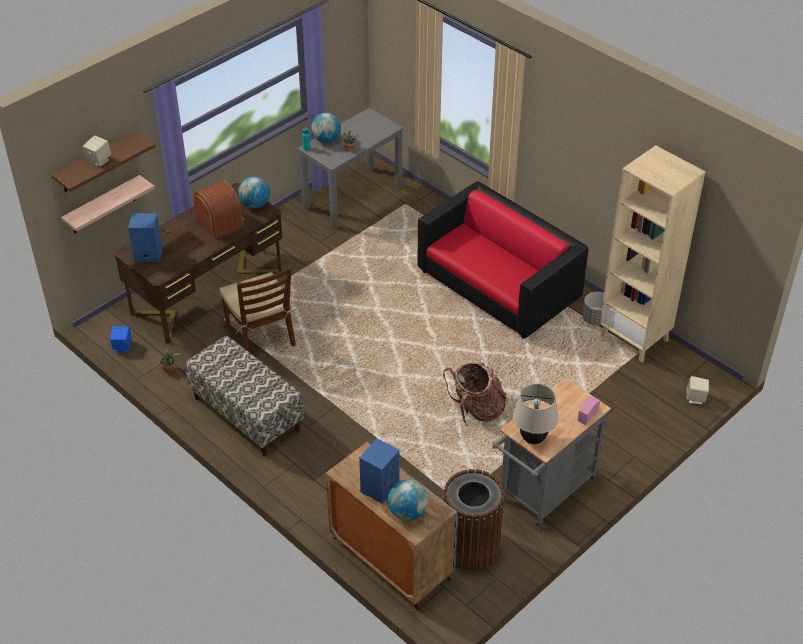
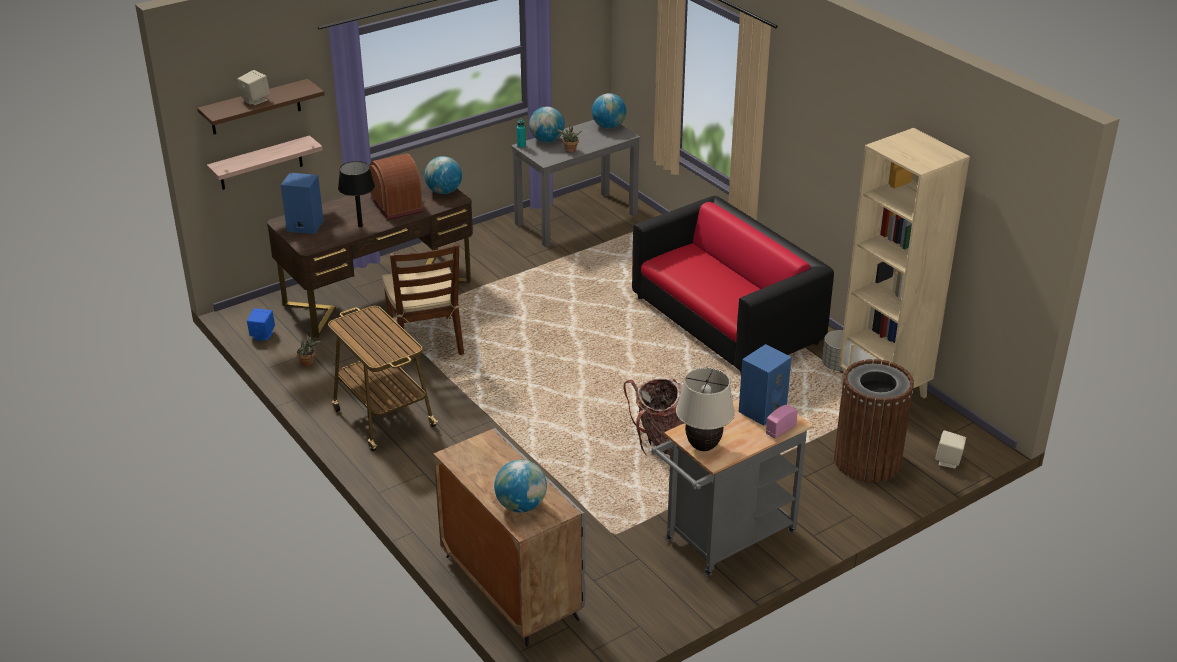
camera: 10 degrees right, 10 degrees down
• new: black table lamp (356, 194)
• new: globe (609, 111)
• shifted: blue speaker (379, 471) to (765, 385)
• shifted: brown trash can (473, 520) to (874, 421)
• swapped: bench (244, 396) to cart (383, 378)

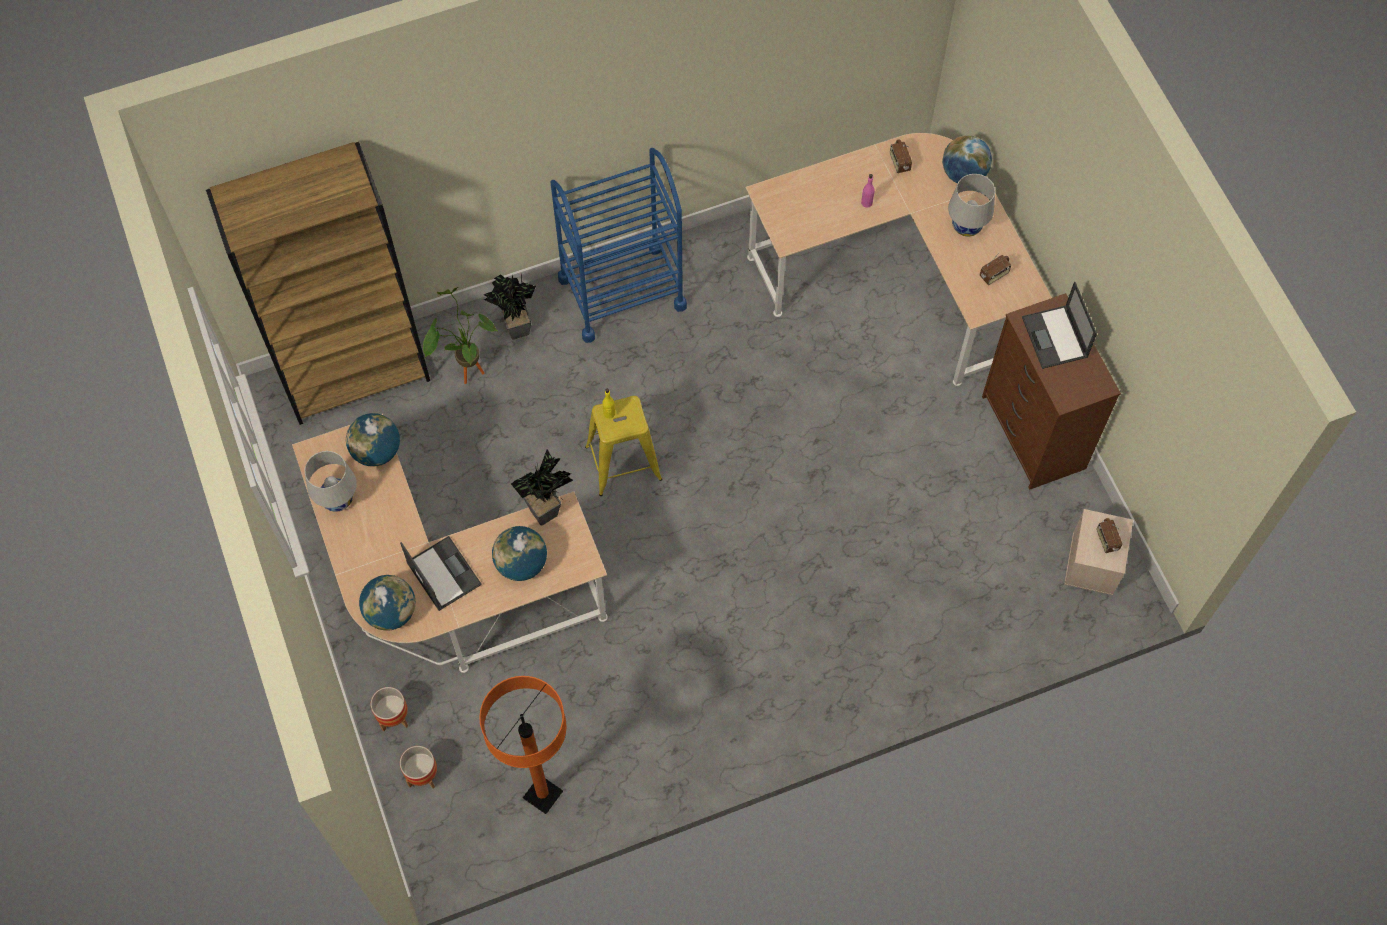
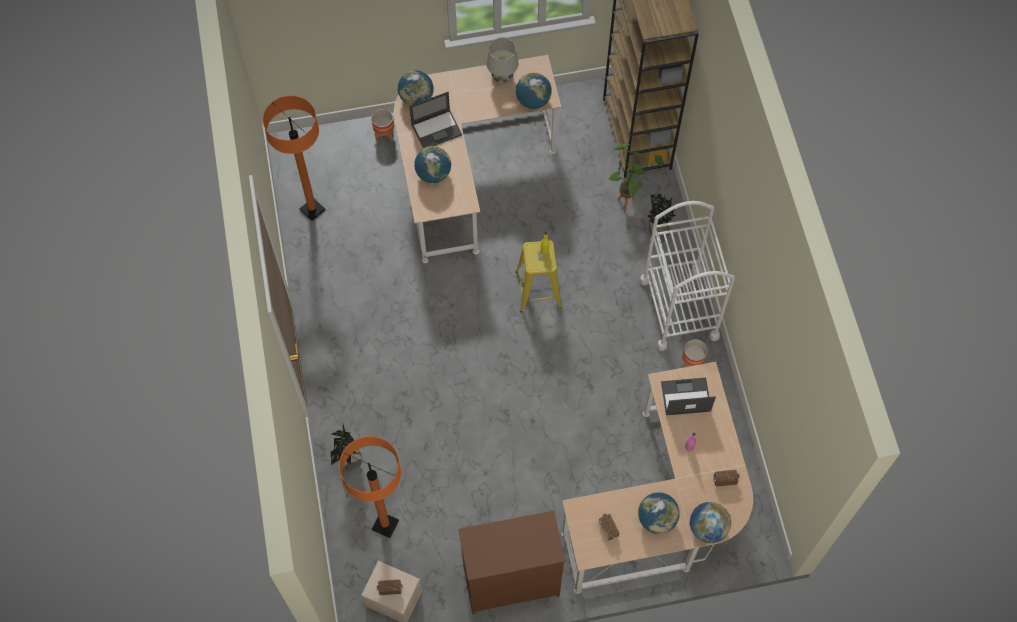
camera: 100 degrees right, 0 degrees up
• new: orange floor lamp (370, 487)
• shifted: planter (418, 767) to (695, 353)
• shifted: potted plant (542, 487) to (347, 447)
• shifted: laptop (1059, 325) to (688, 396)
• swapped: white table lamp (971, 205) to globe (659, 513)
• repainted: blue cart (618, 245) to white cart (687, 276)

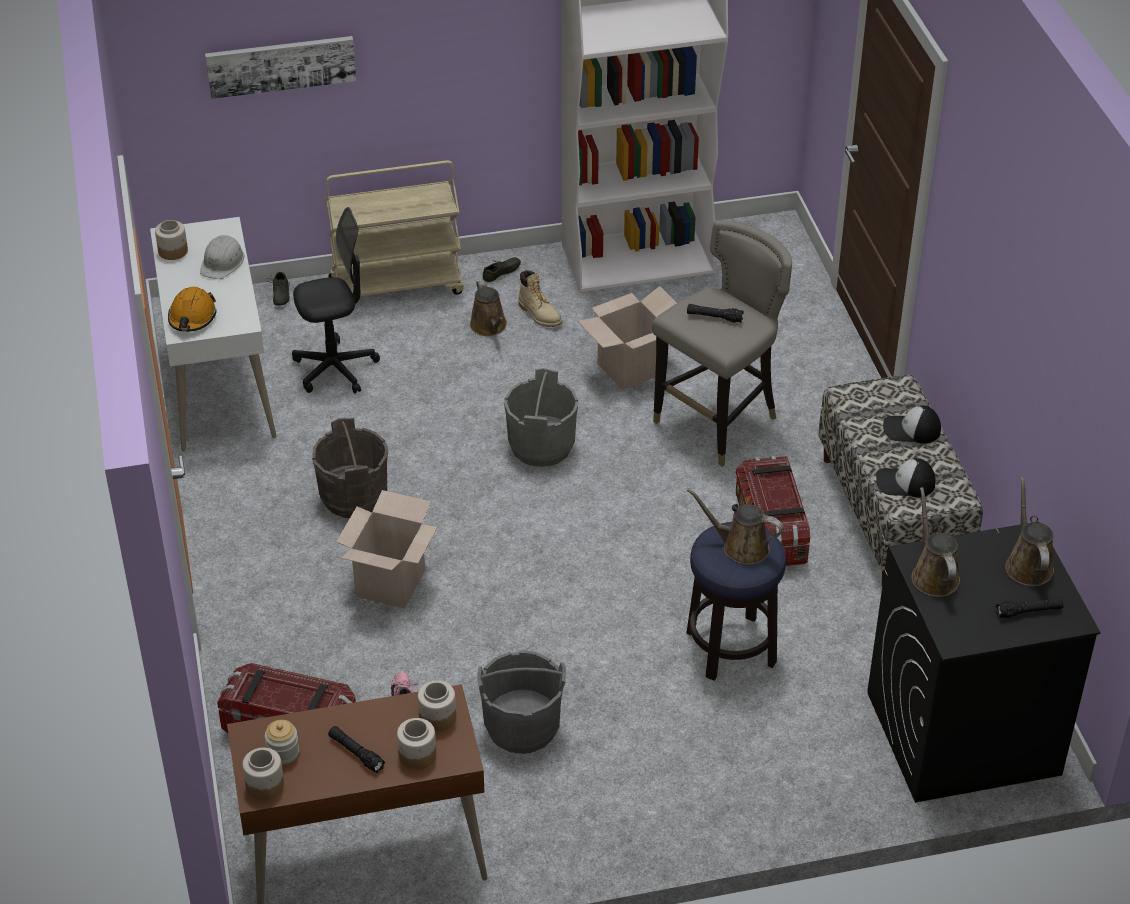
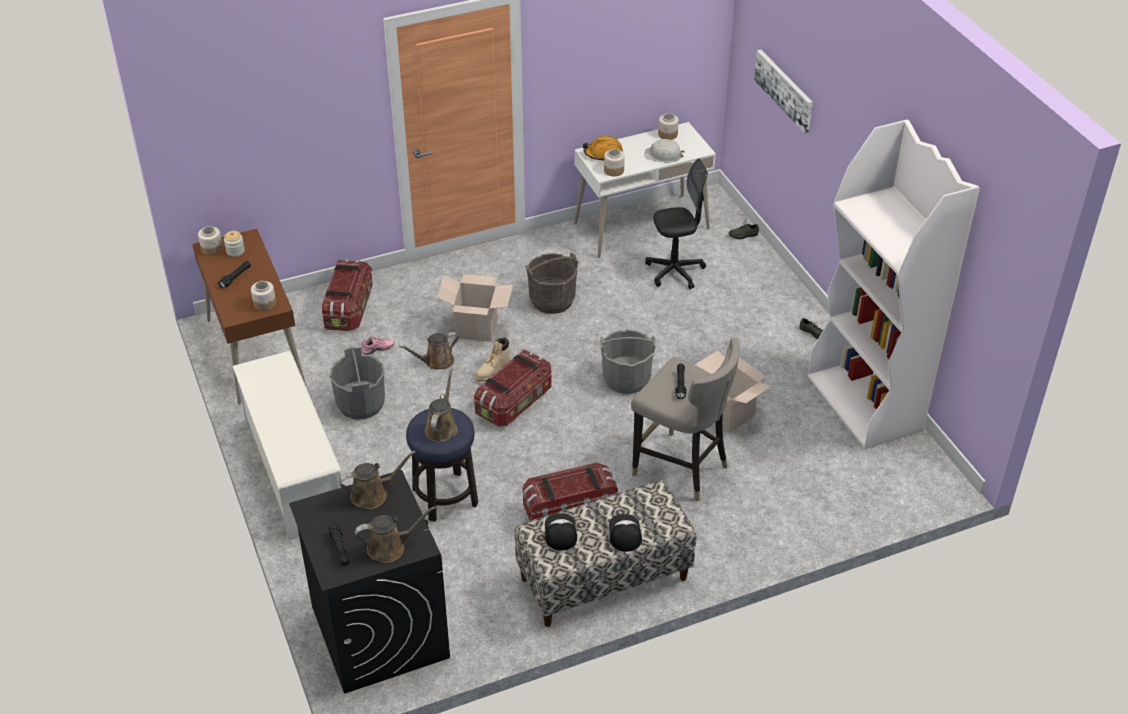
camera: 80 degrees right, 0 degrees up
• gone: beige cart (395, 228)
• new: white shoe rack (287, 445)
• new: storage box (512, 388)
• shifted: jar (416, 744) to (614, 163)
• shifted: brown watering can (488, 308) to (429, 351)
• shifted: beige boot (540, 298) to (492, 359)
• rotated: black office chair (336, 300) = (676, 223) 75 degrees counterclockwise

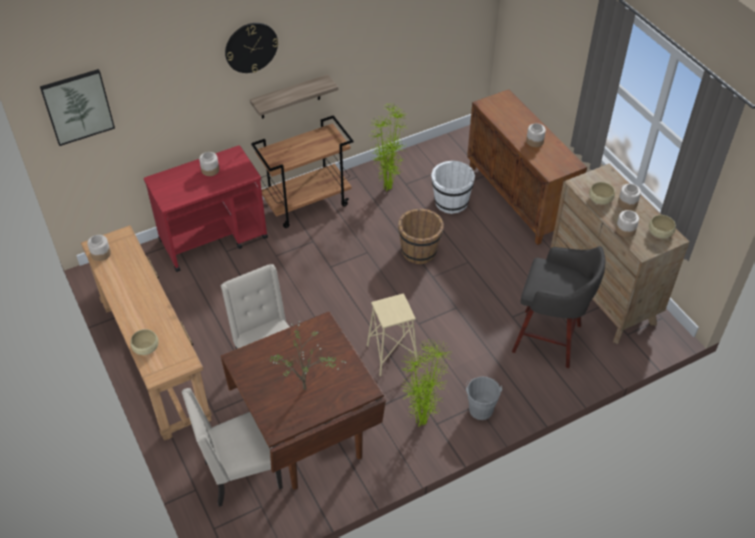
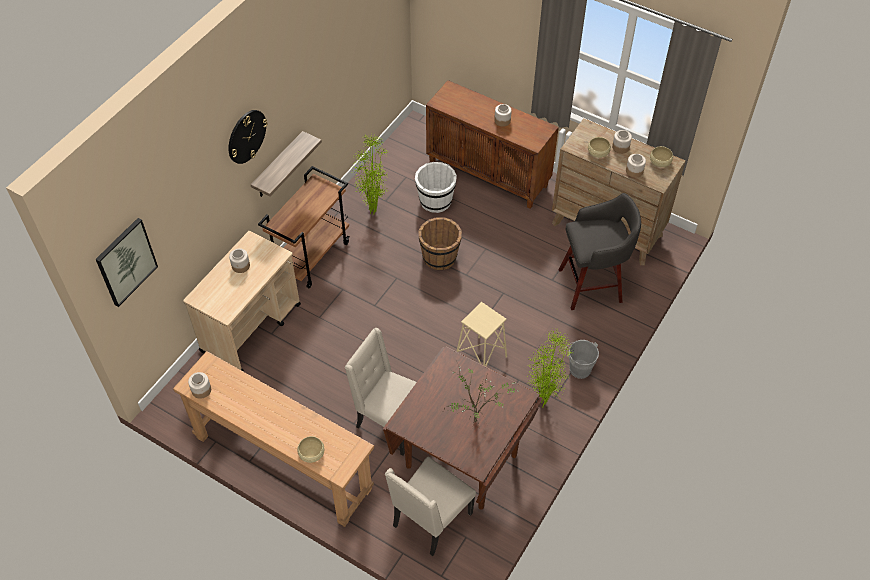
camera: 30 degrees left, 5 degrees up
• repainted: red cart (206, 208) to beige cart (242, 301)

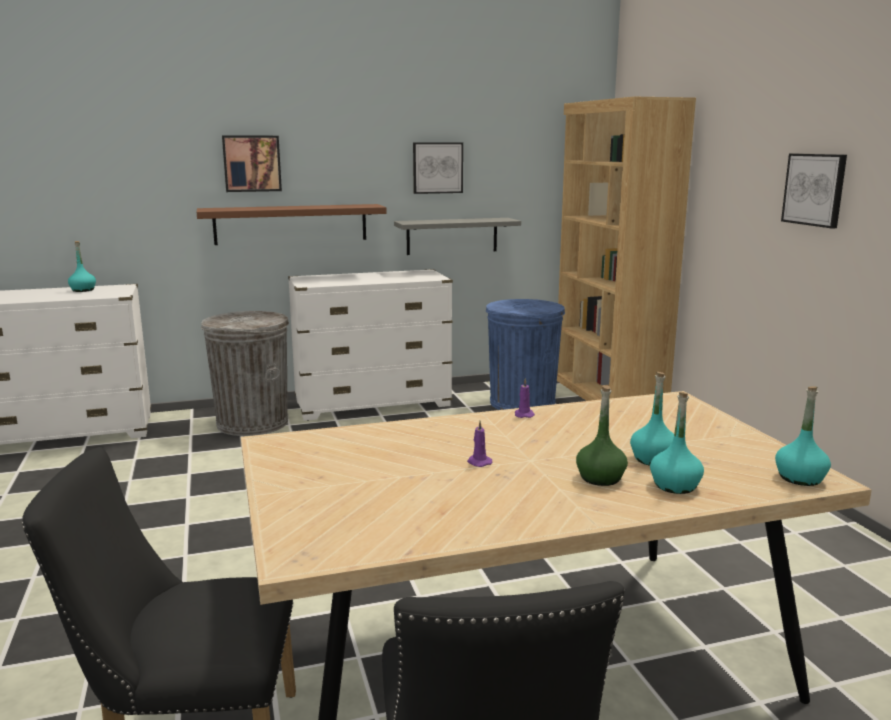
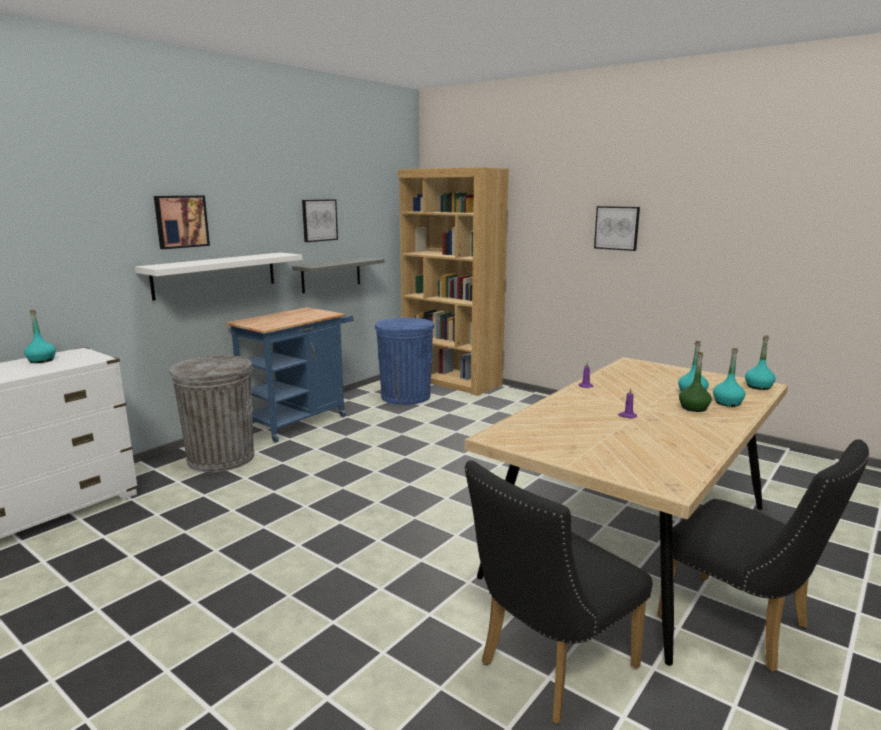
camera: 35 degrees left, 0 degrees up
• swapped: white dresser (370, 345) to blue cart (290, 375)
• repainted: brown shelf (292, 224) to white shelf (218, 276)

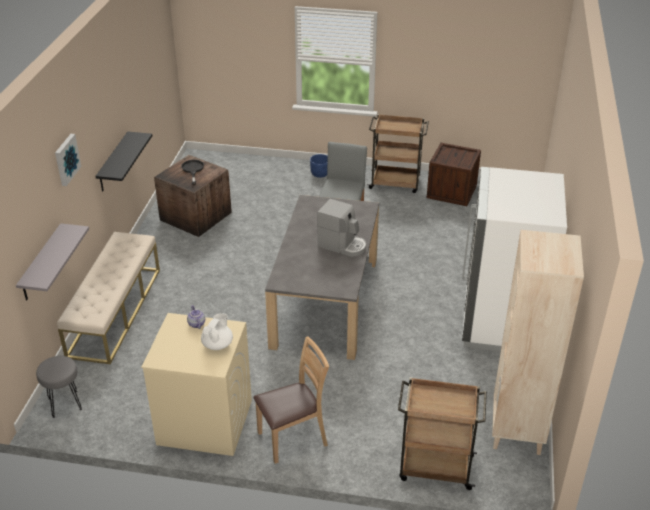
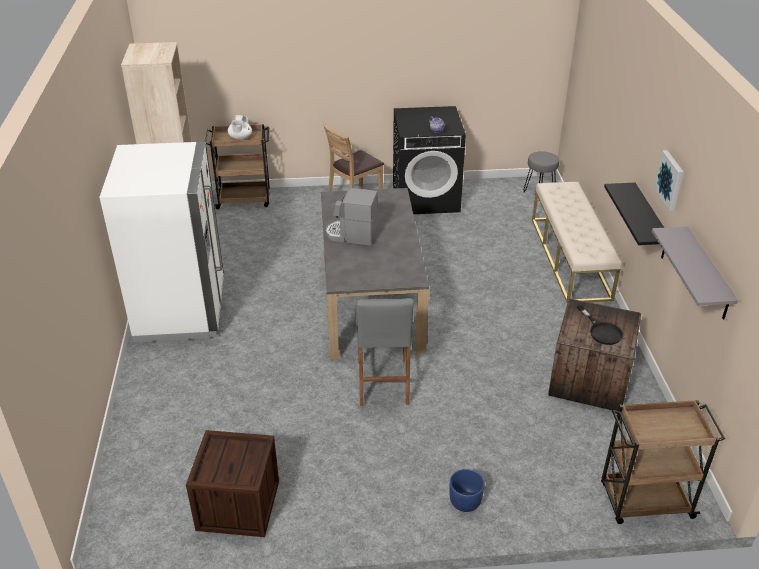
camera: 165 degrees right, 0 degrees up
• shifted: grey shelf (52, 261) to (695, 273)
• shifted: picture (68, 160) to (669, 180)
• shifted: white teapot (217, 331) to (240, 127)
• shifted: brown cart (398, 153) to (663, 462)
• repainted: beige washing machine (196, 384) to black washing machine (429, 160)

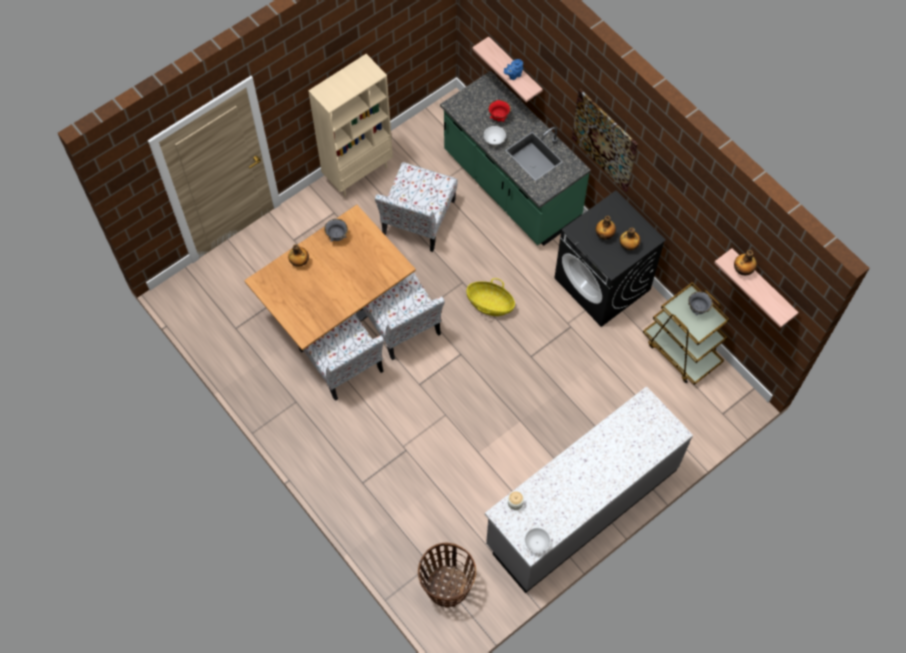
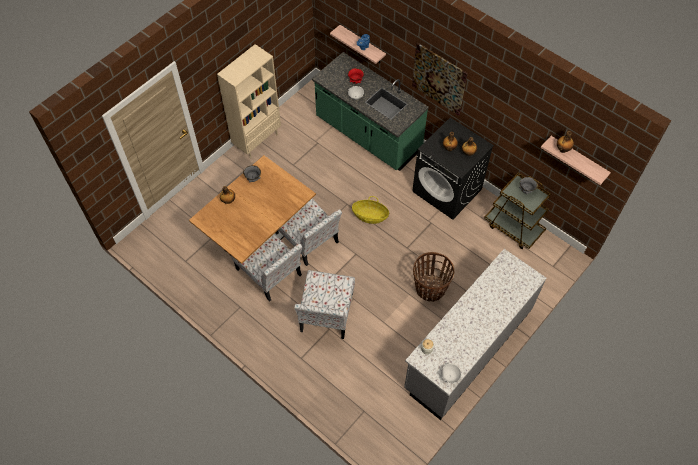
camera: 10 degrees left, 5 degrees down
• shifted: chair (416, 207) to (324, 304)
• shifted: basket (447, 575) to (433, 277)

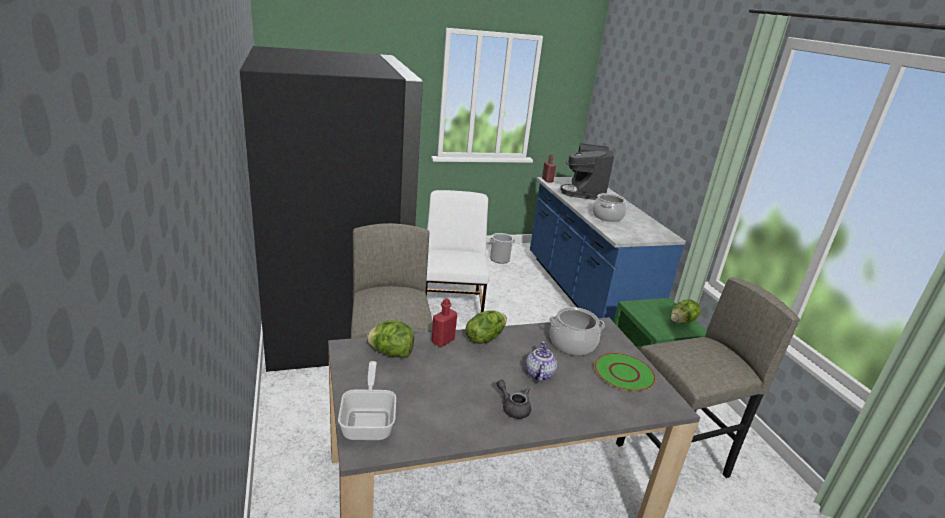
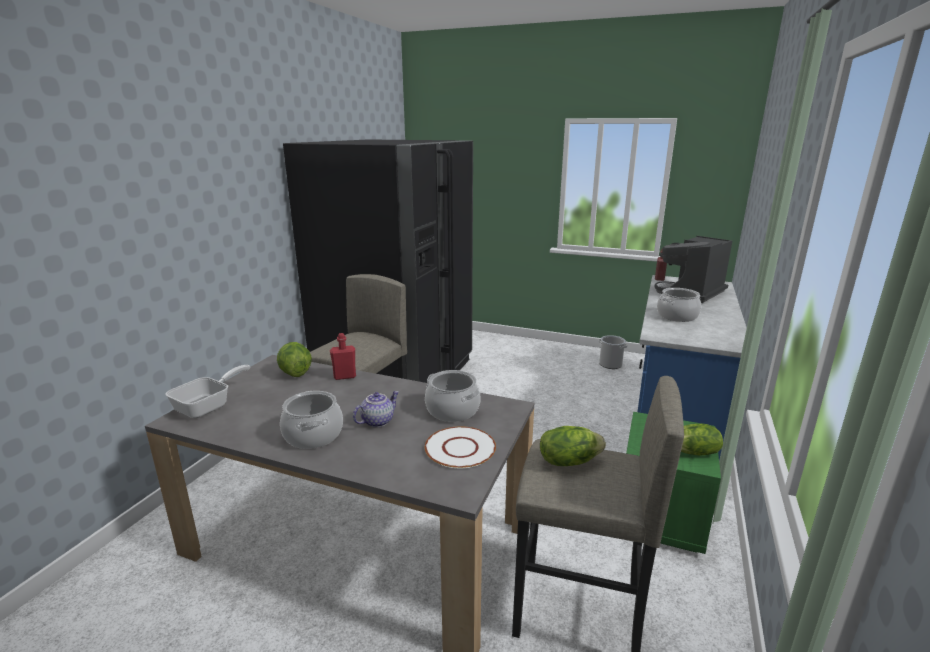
camera: 40 degrees right, 5 degrees down
• gone: white chair (457, 251)
• shifted: lettuce (486, 327) to (573, 446)
• swapped: grey teapot (513, 399) to cooking pot (311, 420)
• repainted: green plate (625, 372) to white plate (460, 447)

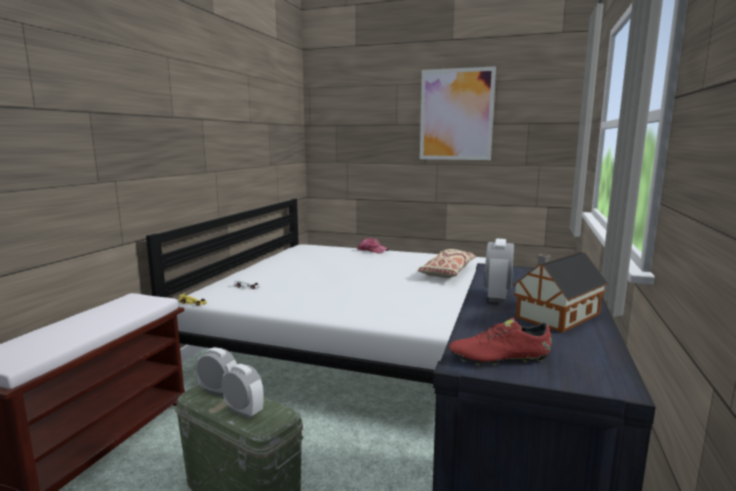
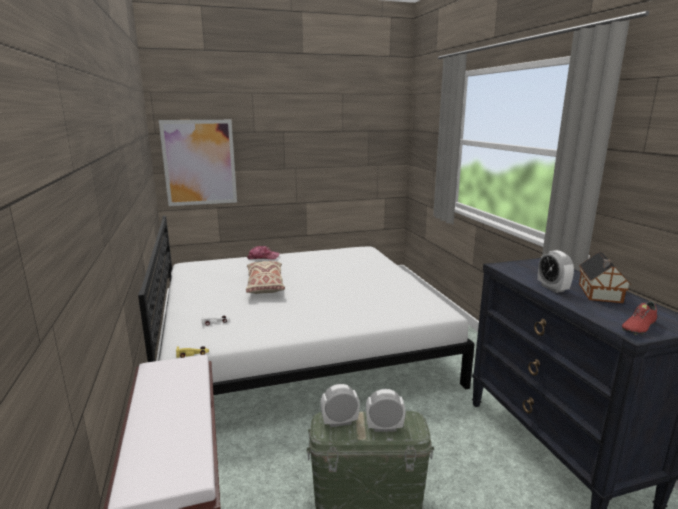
camera: 35 degrees left, 5 degrees up
• shifted: beige pillow (446, 263) to (265, 277)
• shifted: picture (458, 113) to (198, 163)

